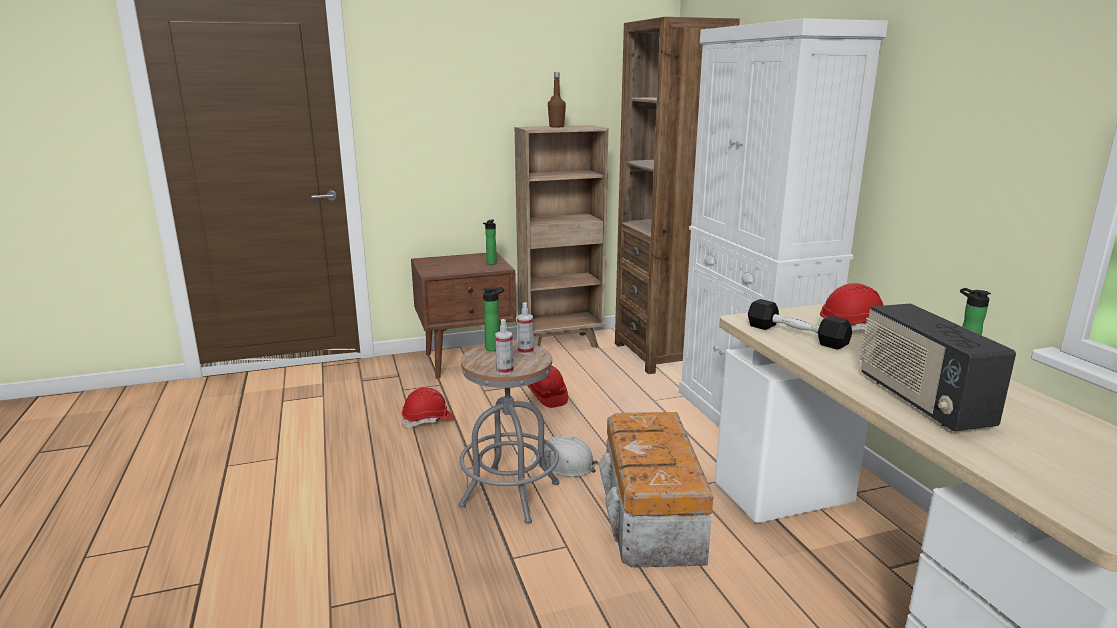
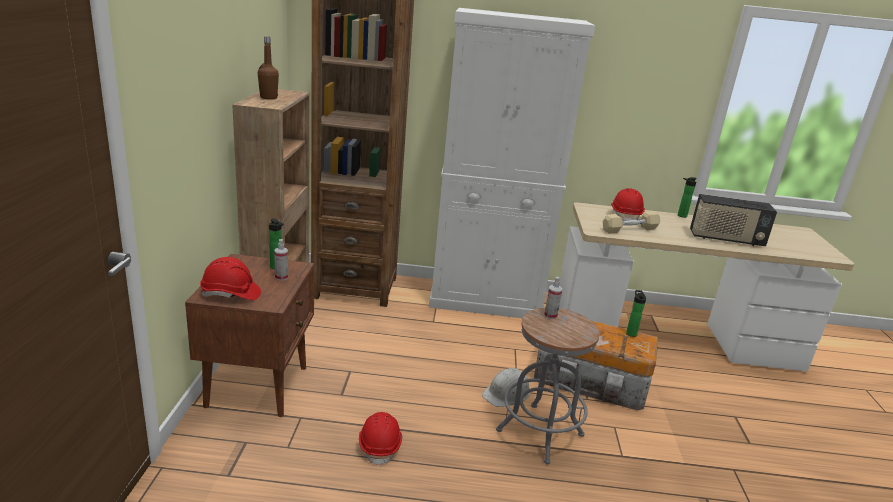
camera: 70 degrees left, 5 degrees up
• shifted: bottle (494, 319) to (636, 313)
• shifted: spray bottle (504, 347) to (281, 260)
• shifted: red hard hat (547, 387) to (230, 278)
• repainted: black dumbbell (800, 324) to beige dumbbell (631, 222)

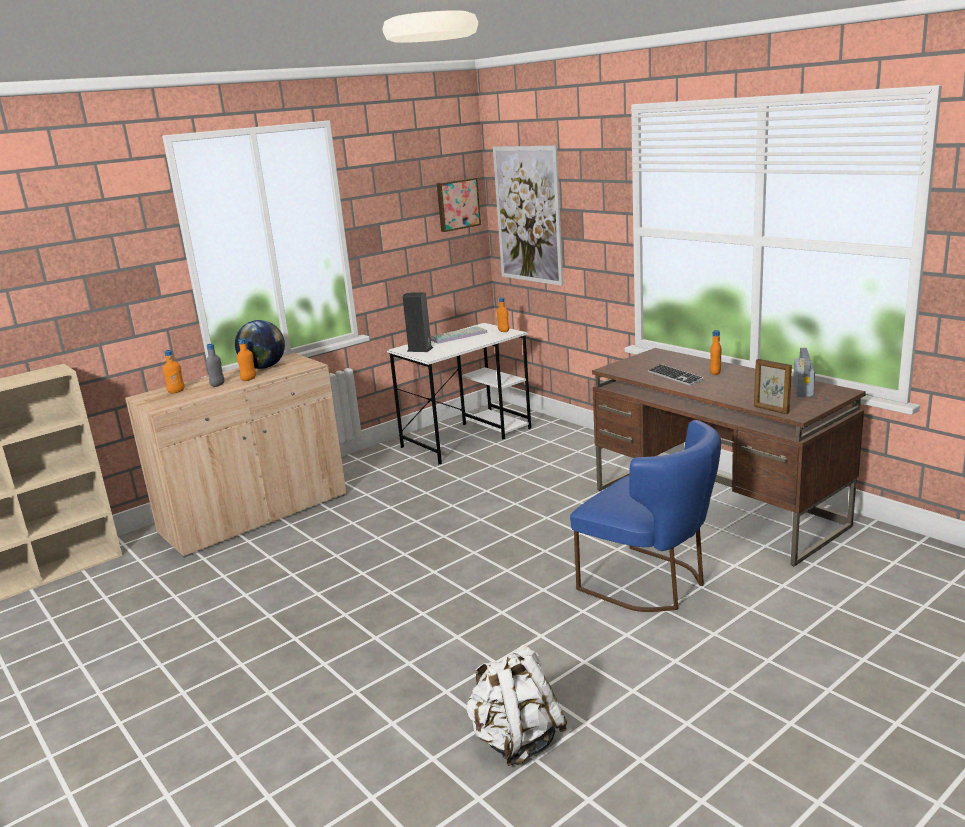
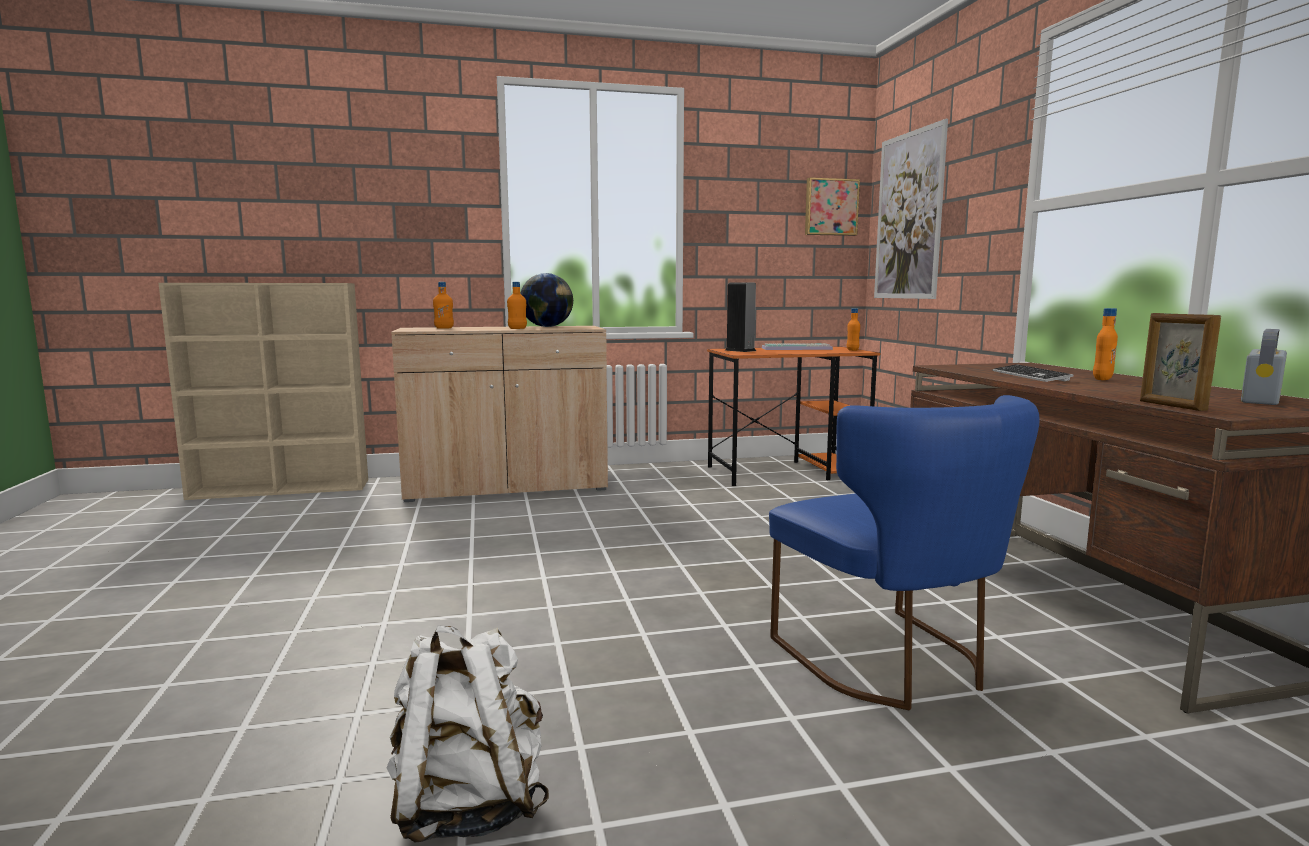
camera: 25 degrees right, 10 degrees down
• gone: grey bottle (215, 365)
• repainted: white desk (459, 393) to orange desk (793, 416)

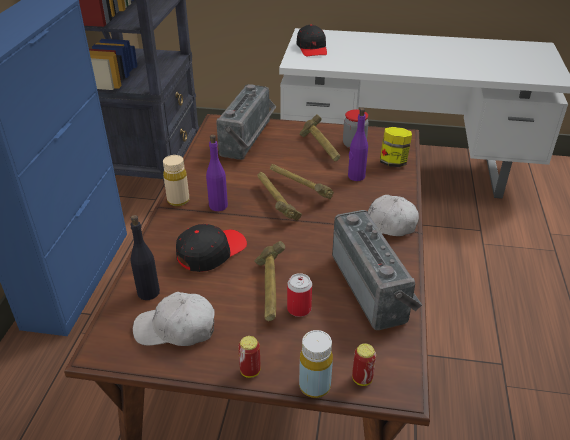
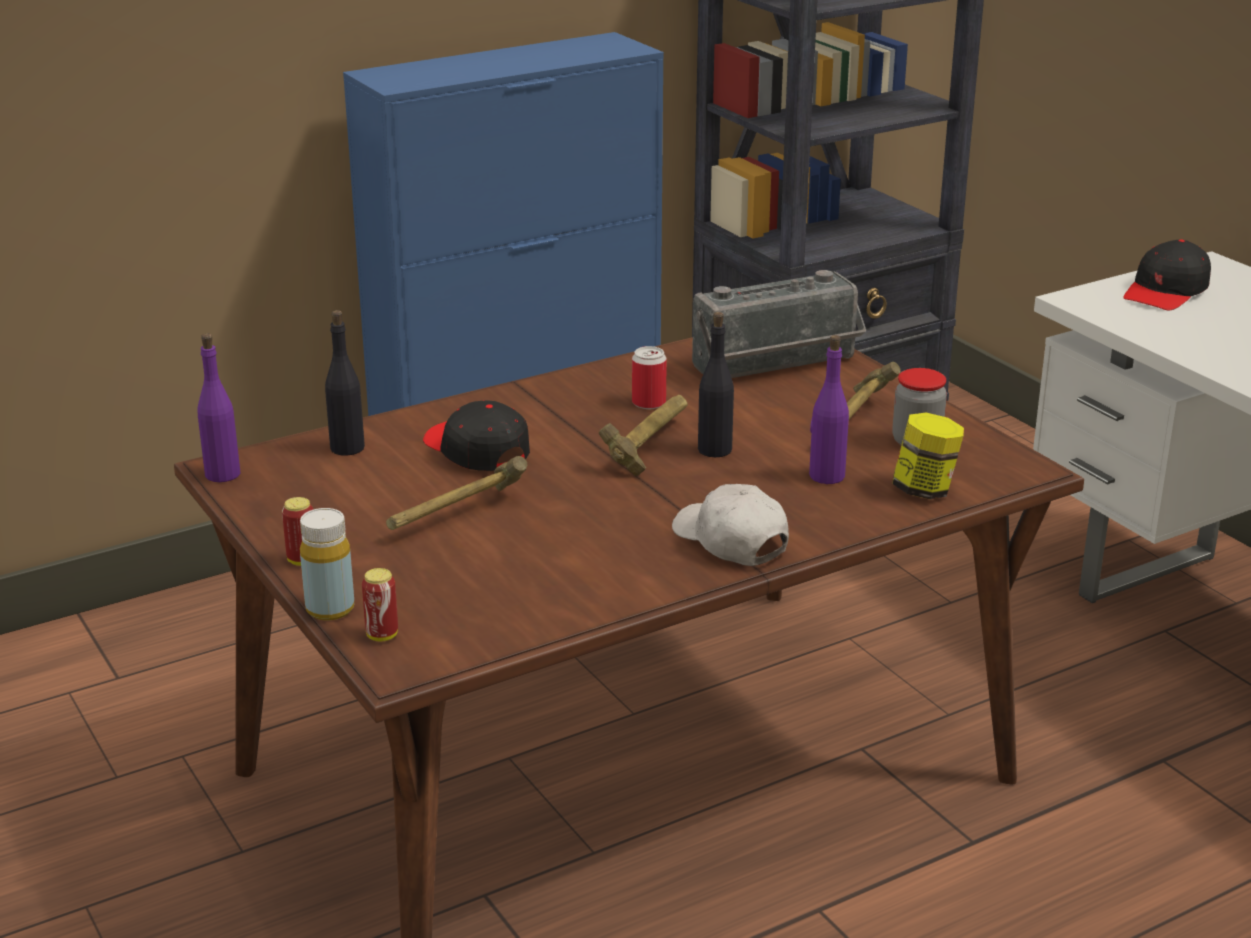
camera: 50 degrees right, 10 degrees down
• gone: white cap (174, 319)
• gone: beige bottle (176, 180)
• gone: radio (377, 270)
• shifted: purple bottle (217, 173) to (219, 408)
• shifted: can (299, 295) to (649, 377)
• swapped: hammer (302, 181) to black bottle (716, 384)
• rotated: black cap (211, 248) = (476, 435) 135 degrees counterclockwise

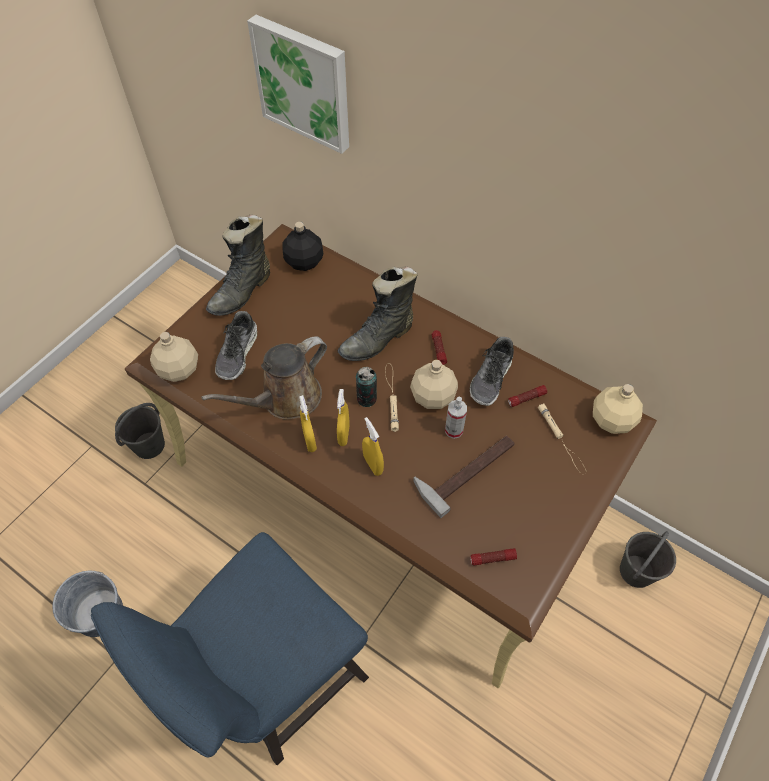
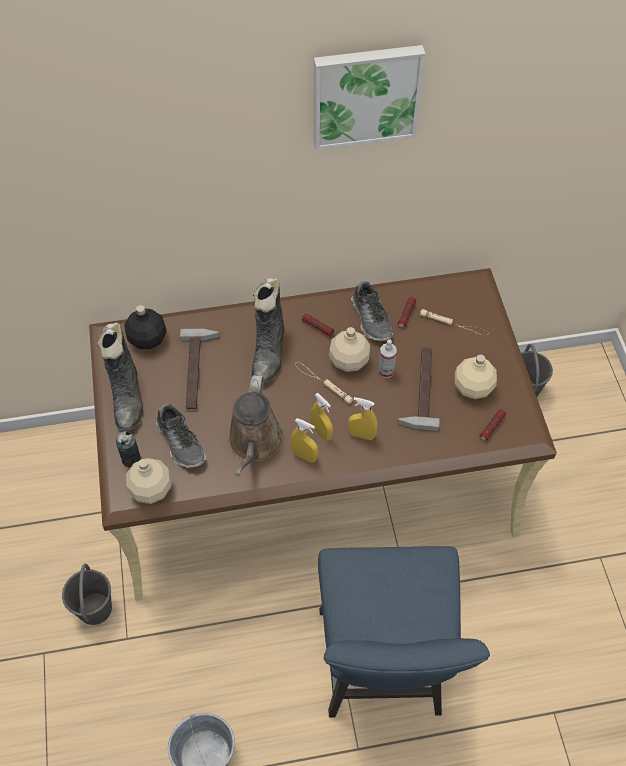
camera: 45 degrees left, 0 degrees up
• new: hammer (200, 369)
• shifted: picture (298, 84) to (369, 97)
• shifted: can (366, 387) to (128, 449)
• shifted: beige bottle (618, 409) to (476, 376)

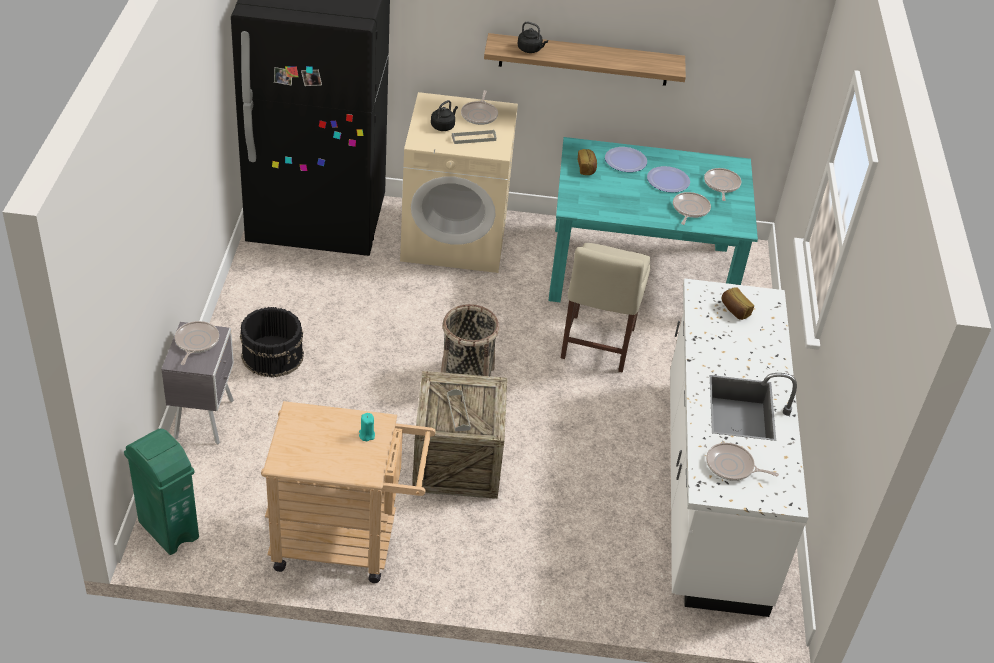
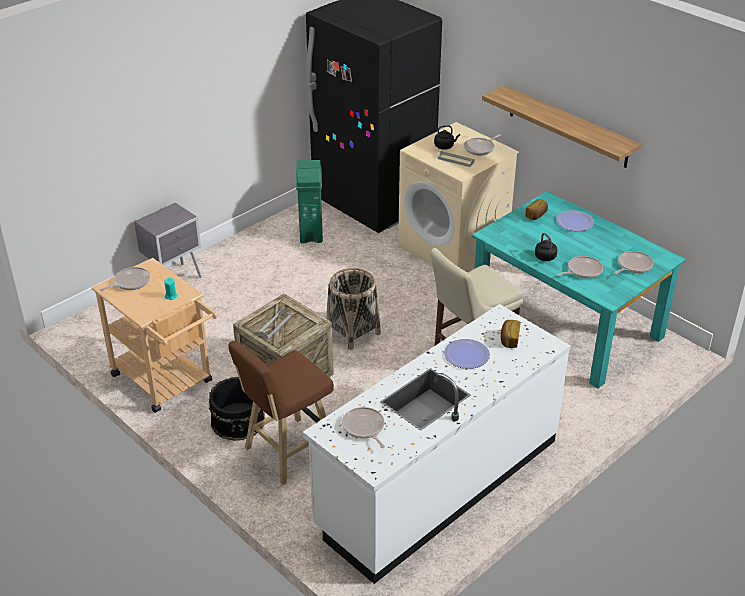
camera: 45 degrees right, 5 degrees down
• new: brown stool (281, 413)
• shifted: green trash can (161, 492) to (309, 201)
• shifted: frying pan (197, 343) to (125, 279)
• shifted: black bucket (272, 342) to (237, 409)
• shifted: black kettle (533, 37) to (546, 247)
• shifted: plate (668, 179) to (467, 354)

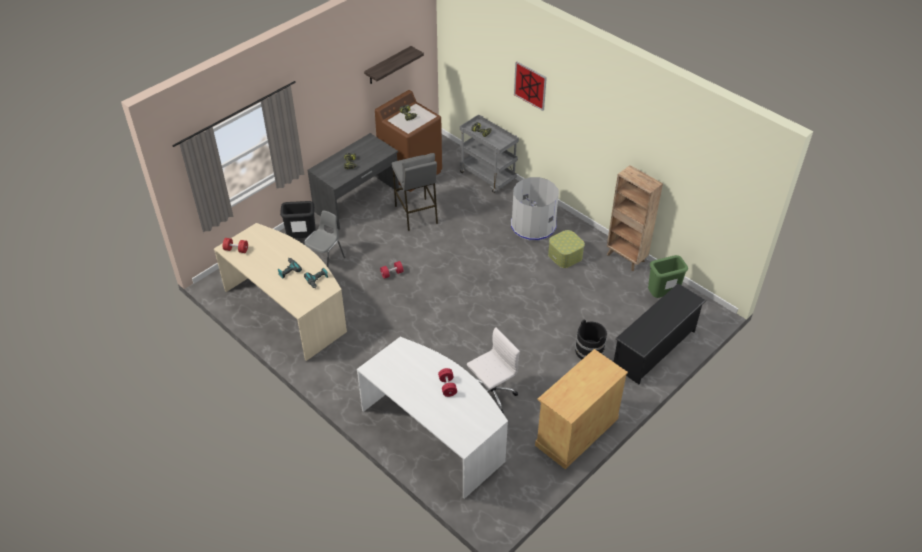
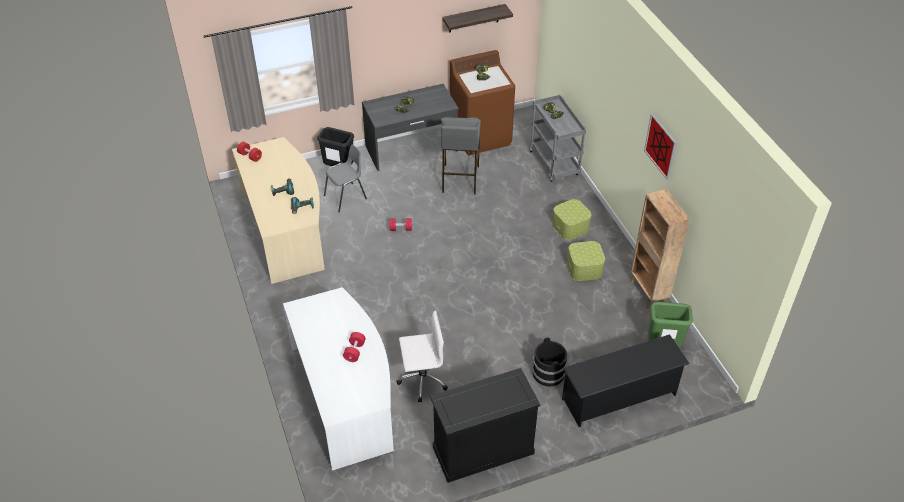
camera: 25 degrees right, 0 degrees up
• shifted: picture (530, 86) to (660, 146)
• swapped: grey trash can (534, 209) to storage box (572, 219)
• repainted: beige cabinet (581, 409) to black cabinet (485, 425)

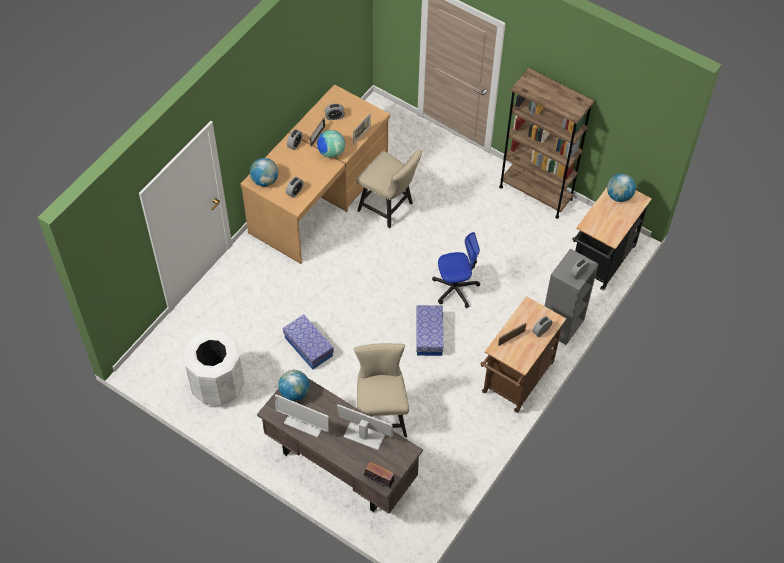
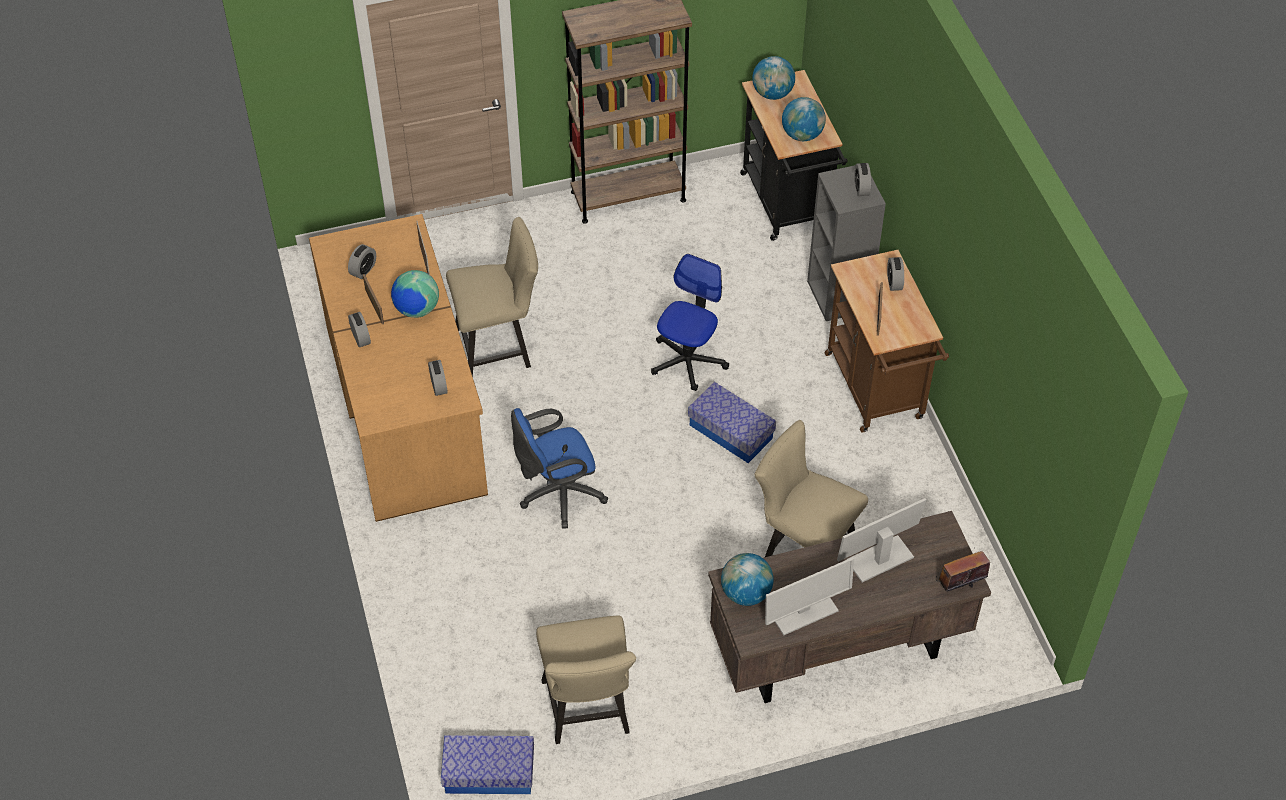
camera: 50 degrees left, 5 degrees down
• new: blue office chair (559, 468)
• shifted: globe (264, 172) to (804, 119)
• shifted: storage box (308, 342) to (487, 764)
• swapped: white trash can (214, 367) to beige chair (586, 679)

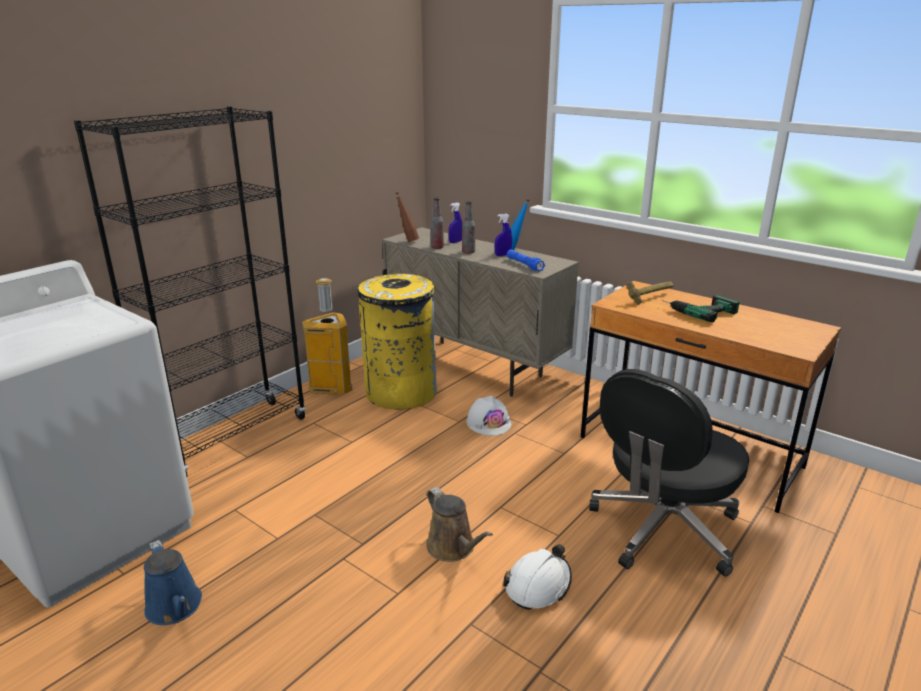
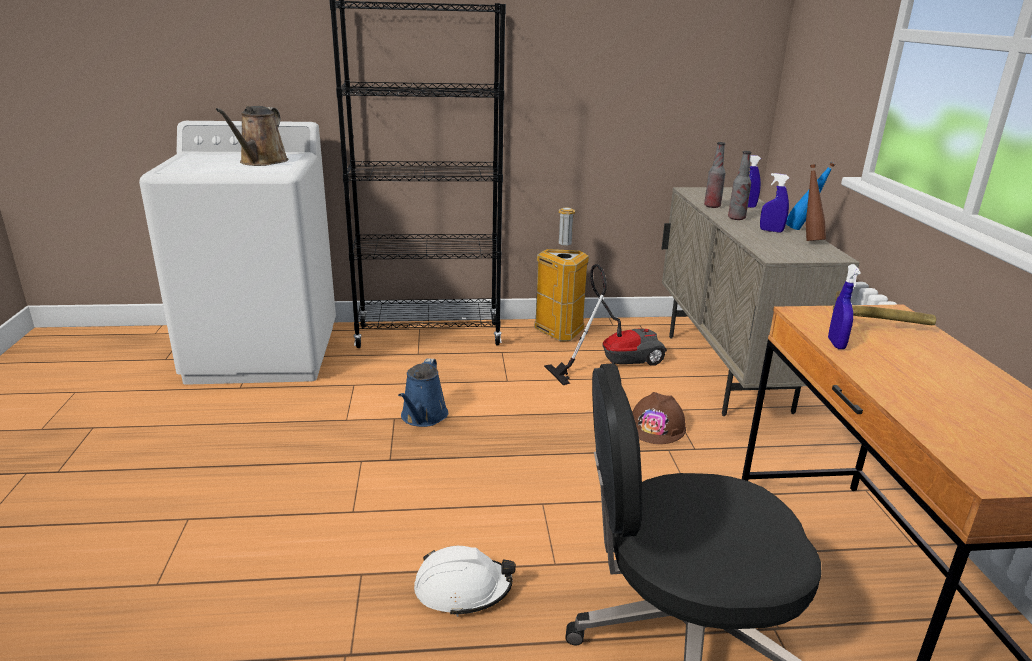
camera: 45 degrees right, 0 degrees up
• gone: blue flashlight (526, 260)
• gone: power drill (701, 308)
• new: blue spray bottle (844, 306)
• shifted: blue watering can (173, 582) to (423, 392)
• shifted: brown bottle (407, 217) to (816, 202)
• shifted: brown watering can (459, 524) to (252, 136)
• swapped: yellow trash can (397, 342) to vacuum cleaner (605, 324)
• repainted: white hard hat (489, 415) to brown hard hat (659, 418)

